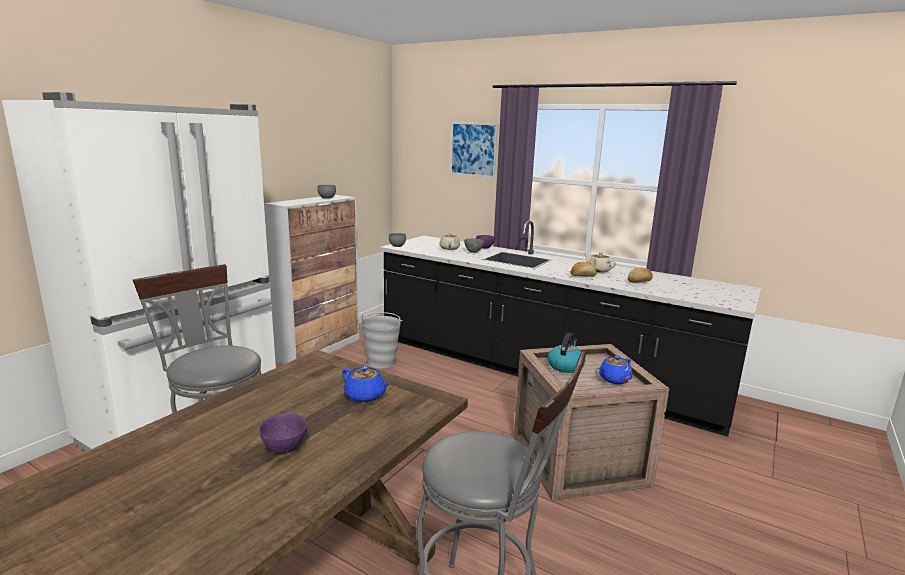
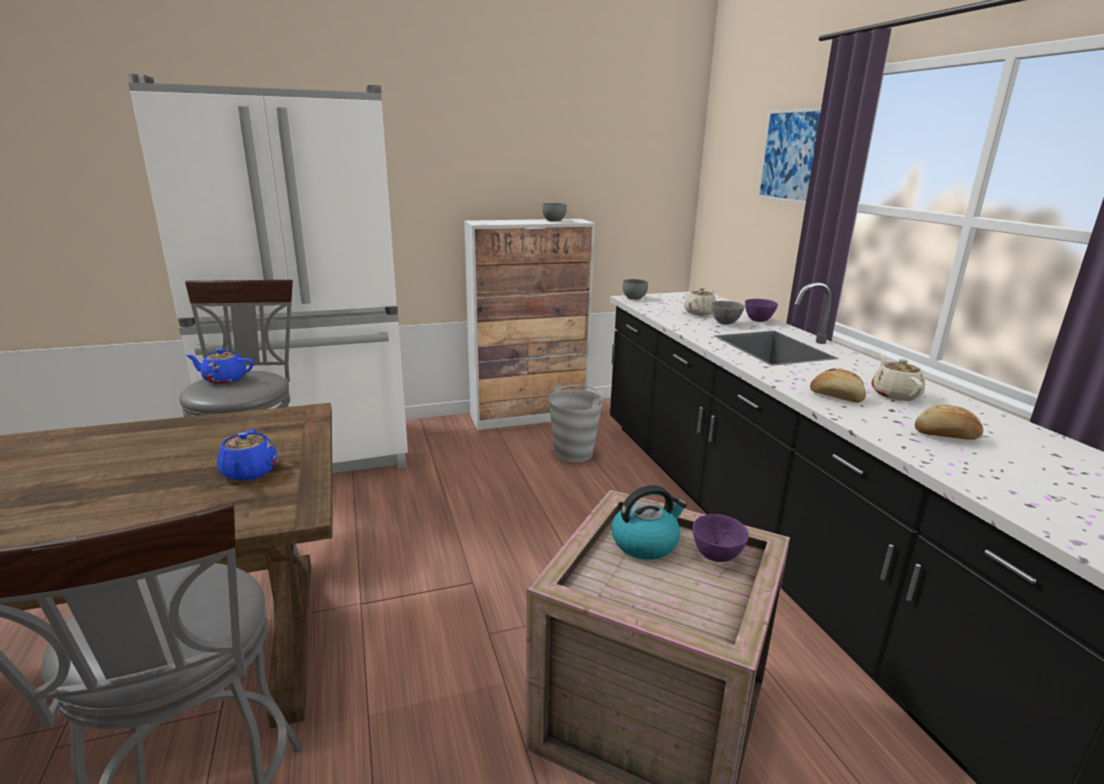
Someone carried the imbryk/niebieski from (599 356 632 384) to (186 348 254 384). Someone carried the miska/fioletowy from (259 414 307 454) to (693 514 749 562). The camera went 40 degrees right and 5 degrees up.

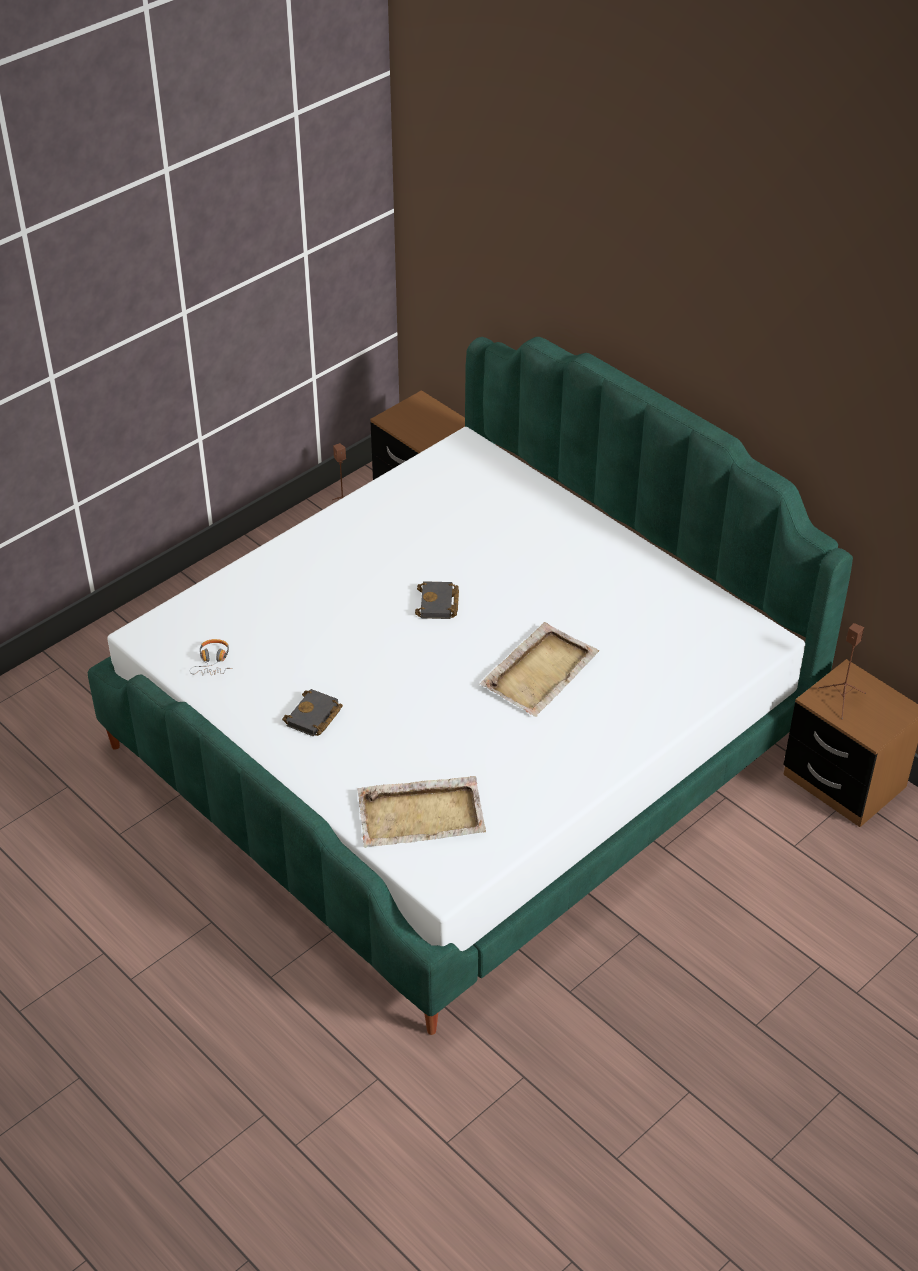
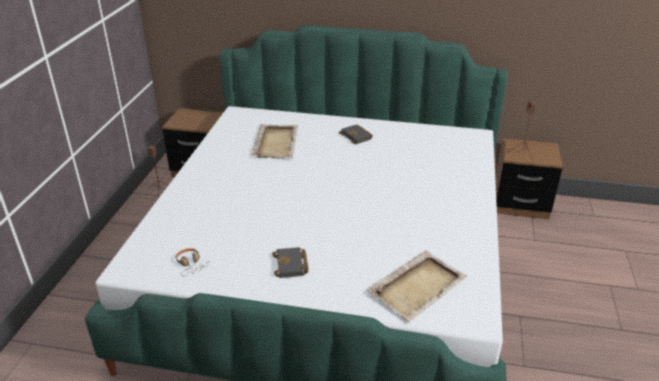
Someone carried the książka/czarny from (415 581 459 619) to (339 124 373 144). Someone carried the taca/beżowy from (480 622 599 717) to (251 124 298 159). The camera went 35 degrees left and 10 degrees down.

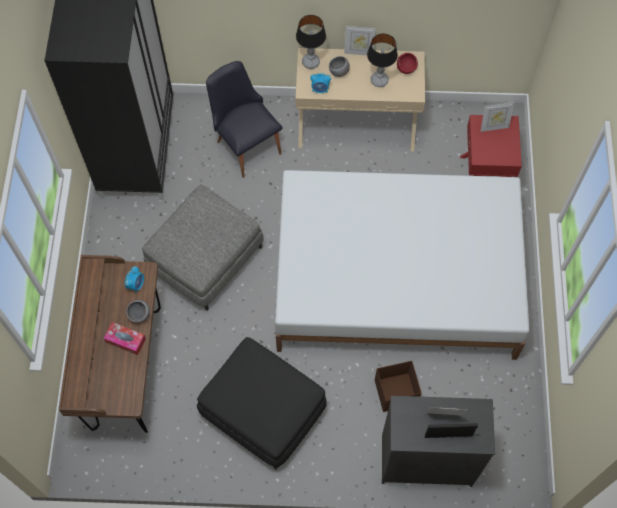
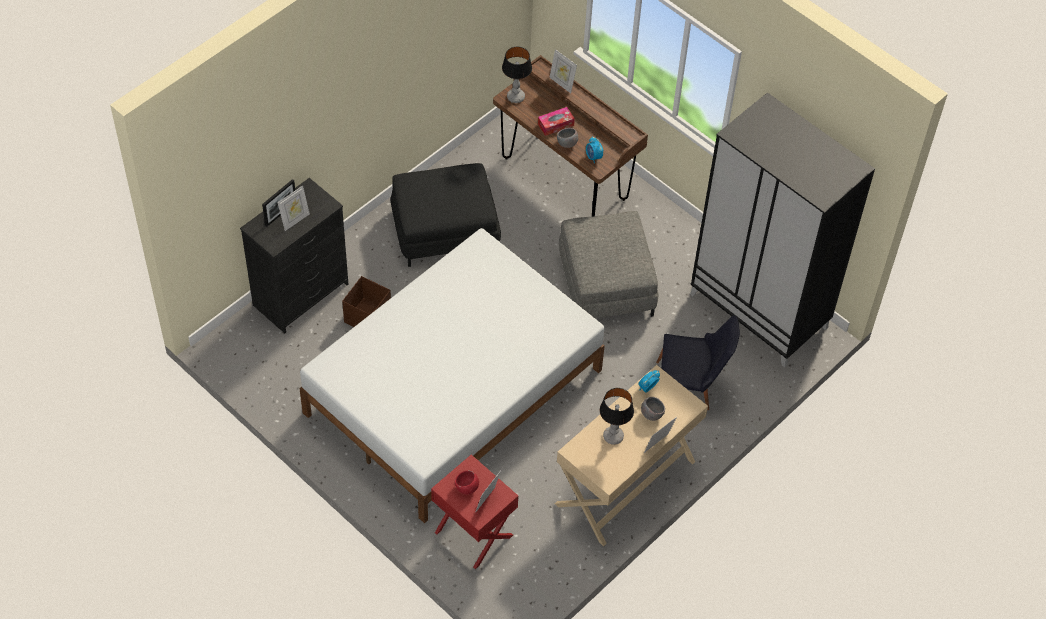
Someone carried the lampa stołowa from (296 15 326 69) to (502 46 532 103). Someone carried the miska/czerwony from (397 53 418 74) to (455 471 479 495). Someone put down the ramka na zdjęcie at (549 49 577 93). The camera went 130 degrees right and 10 degrees down.

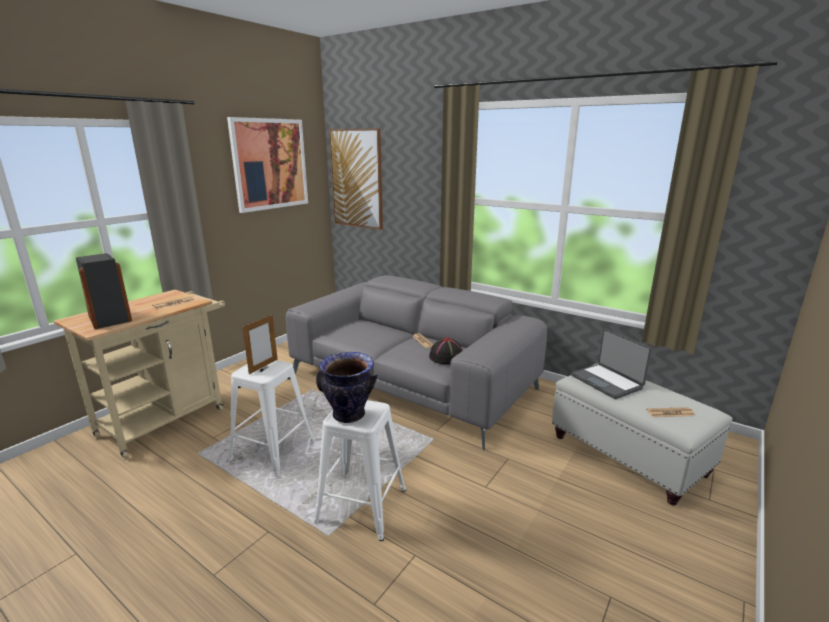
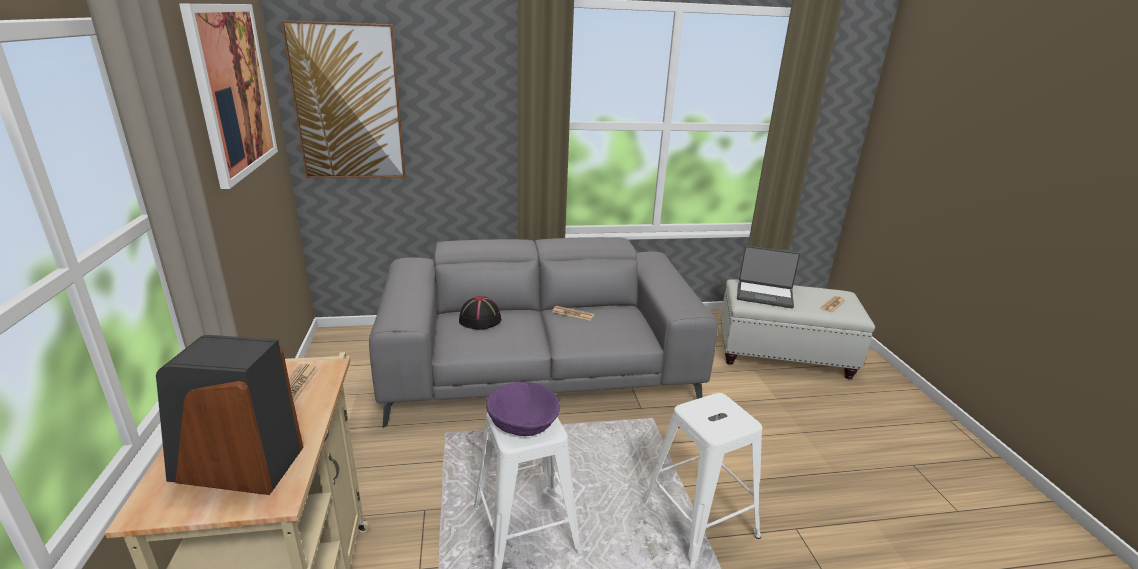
Someone swapped the ramka na zdjęcie at (243 315 278 374) for the miska/fioletowy at (486 382 560 436). Someone carried the kapelusz/czarny from (429 338 462 365) to (459 296 501 330). Someone took away the wazon at (316 352 378 423). The camera went 45 degrees left and 5 degrees up.

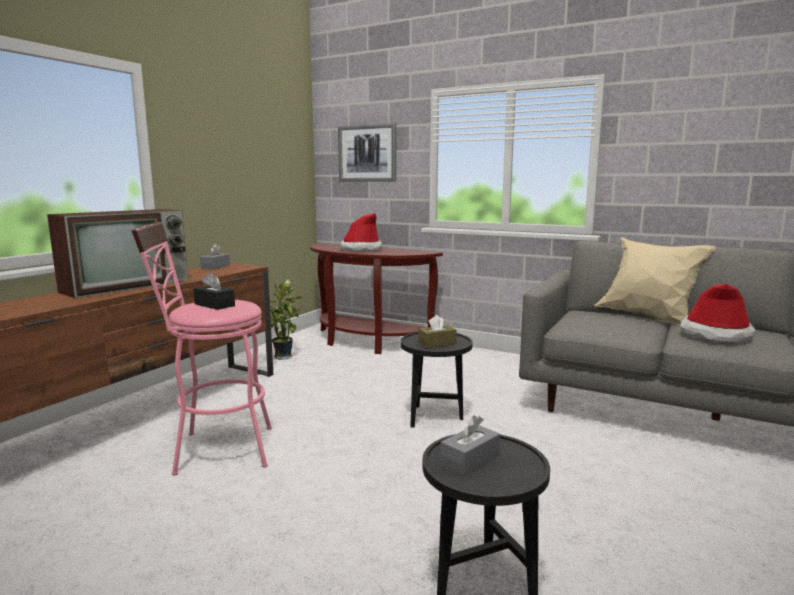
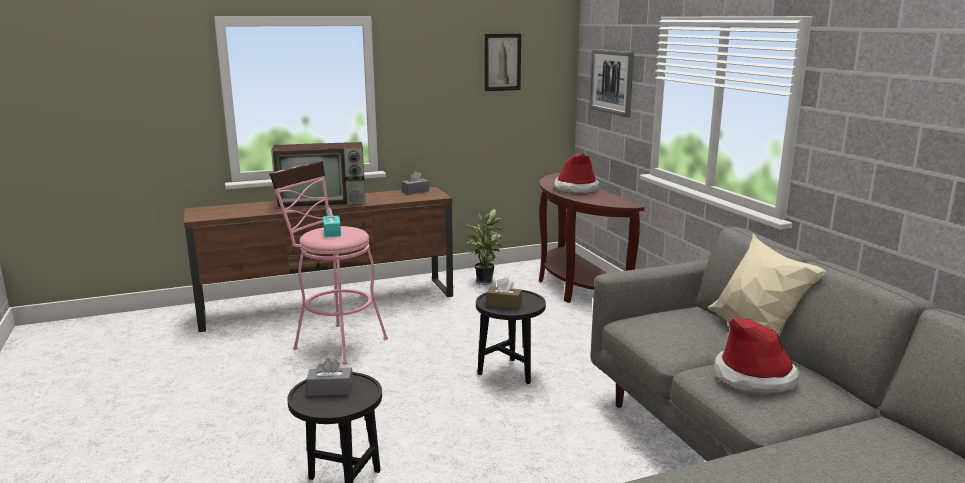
Someone repainted the pudełko chusteczek/czarny at (193 273 235 310), which became the pudełko chusteczek/turkusowy at (323 207 341 237). Someone put up the obraz at (485 34 521 91). The camera went 40 degrees right and 5 degrees up.

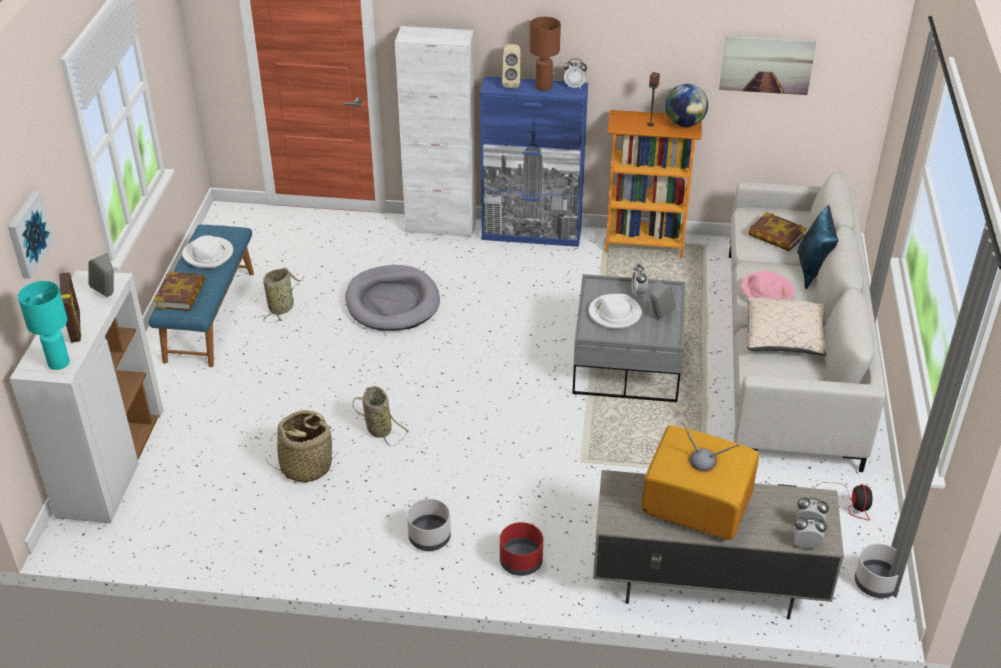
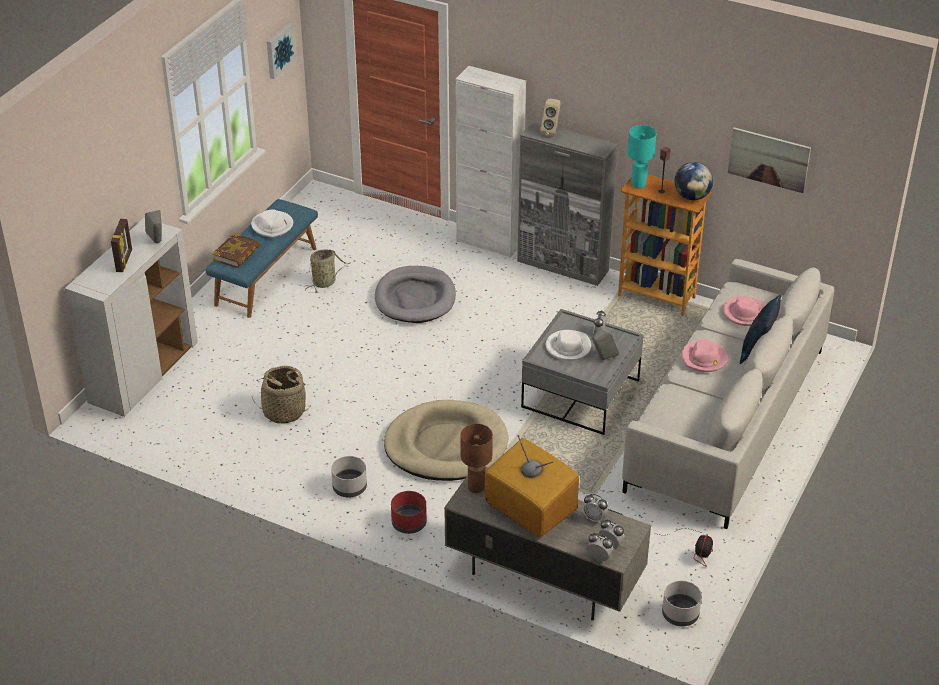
Someone carried the lampa stołowa/brązowy from (529 17 561 91) to (461 424 493 493). Someone carried the budzik from (564 58 587 89) to (583 494 608 523). Someone repainted the szafka/niebieski at (480 76 588 247), which became the szafka/szary at (517 121 617 286). Someone carried the obraz from (8 191 54 279) to (267 23 296 79). Someone swapped the książka at (748 212 807 251) for the kapelusz/różowy at (723 296 766 326). Someone carried the lampa stołowa/turkusowy from (18 281 70 370) to (628 125 656 189). Someone took away the poduszka/beżowy at (747 297 827 356). Someone took away the koszyk at (353 386 409 446). Someone put down the legowisko/beżowy at (384 400 509 481). The camera went 20 degrees right and 0 degrees up.

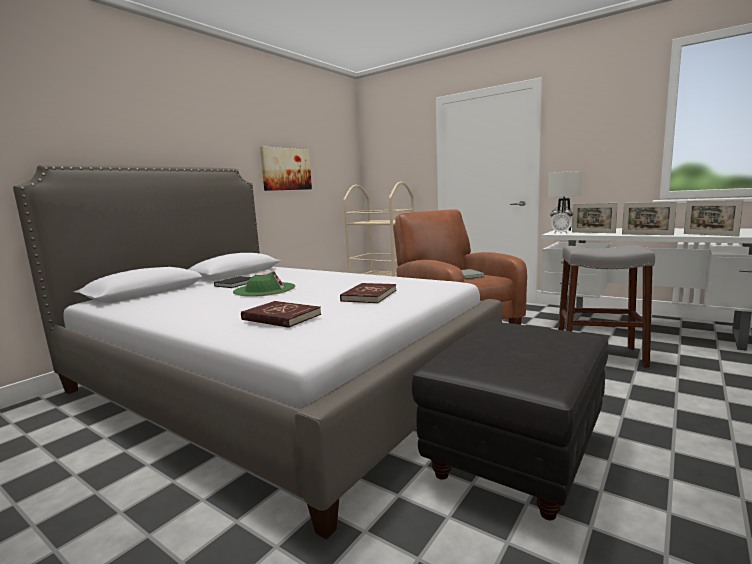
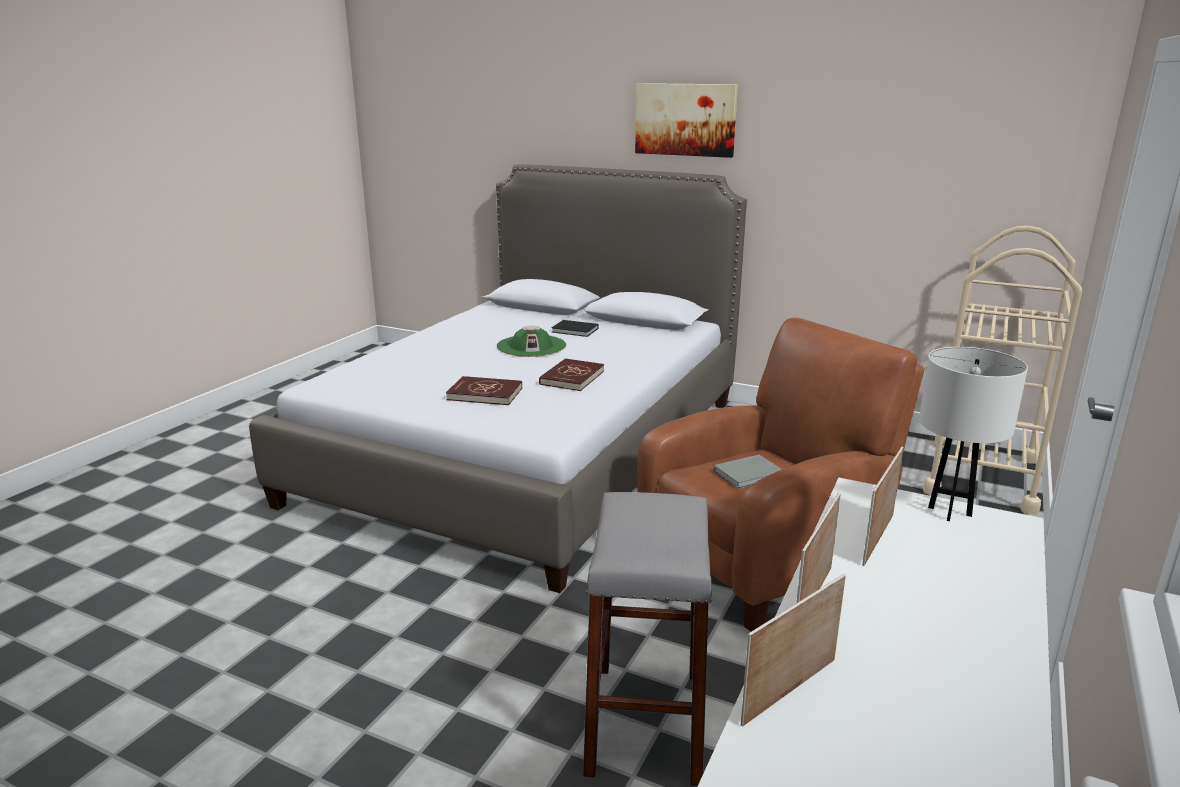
Someone carried the obraz from (260 146 312 191) to (635 83 738 158). Someone took away the budzik at (550 206 573 234). Someone carried the książka/czerwony from (241 301 321 328) to (539 358 604 391). Someone took away the pufa/czarny at (411 321 609 520). The camera went 80 degrees right and 10 degrees up.

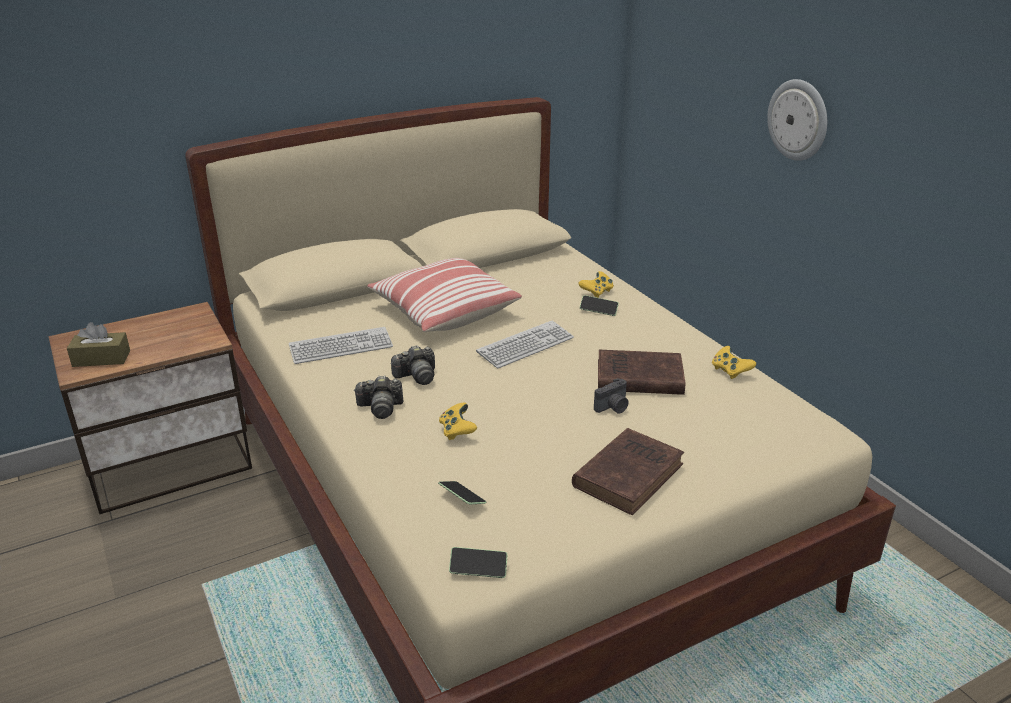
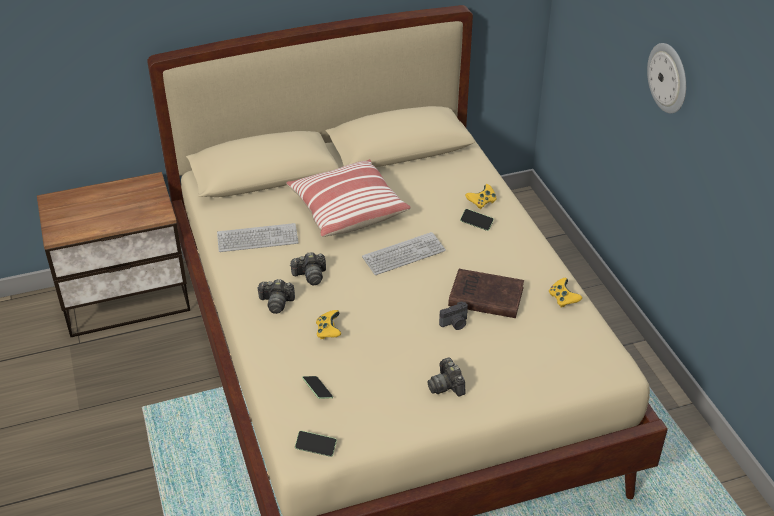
Someone took away the pudełko chusteczek/brązowy at (67 322 130 367). Someone swapped the książka/brązowy at (572 428 684 515) for the aparat fotograficzny at (428 358 465 396). The camera went 10 degrees right and 10 degrees up.

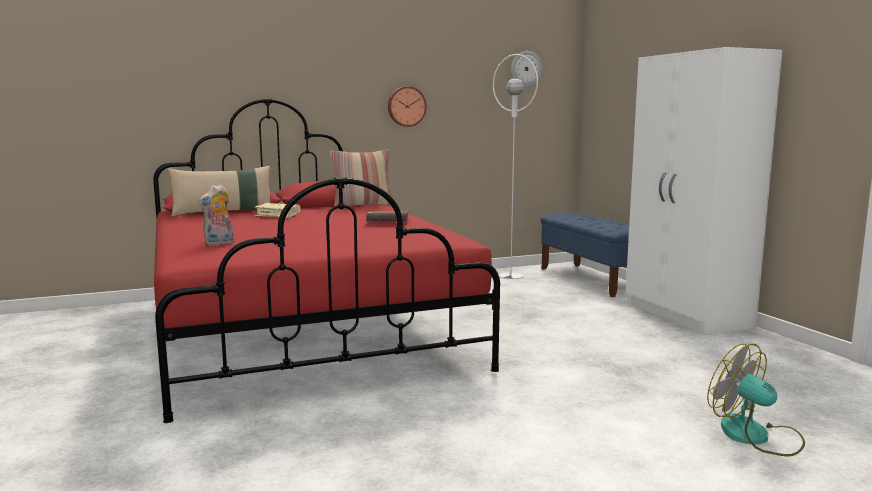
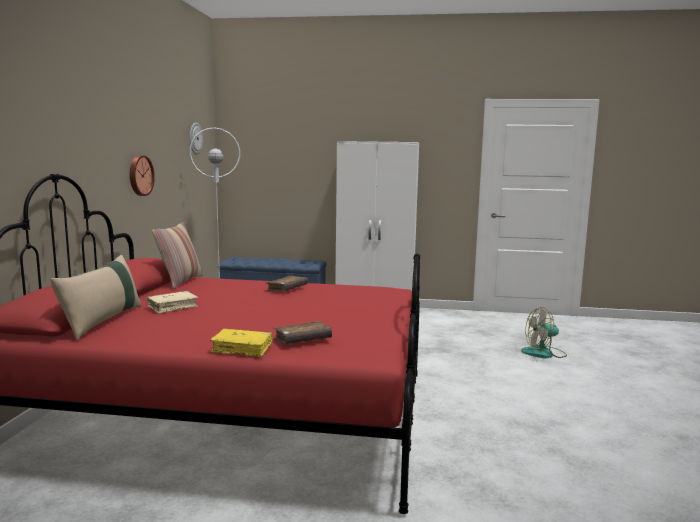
Someone swapped the pluszak at (198 184 234 246) for the książka/brązowy at (273 321 332 344). Someone put down the książka/żółty at (210 329 272 357). The camera went 60 degrees left and 0 degrees up.

